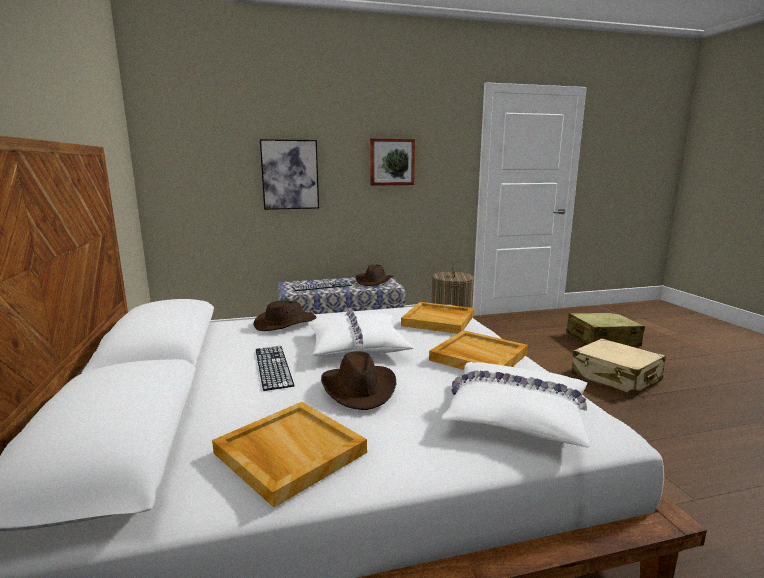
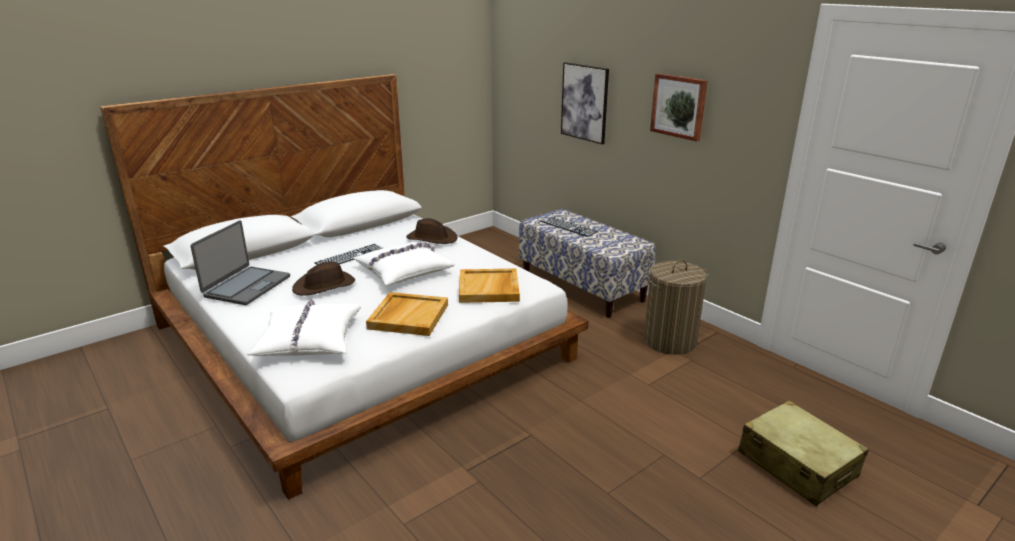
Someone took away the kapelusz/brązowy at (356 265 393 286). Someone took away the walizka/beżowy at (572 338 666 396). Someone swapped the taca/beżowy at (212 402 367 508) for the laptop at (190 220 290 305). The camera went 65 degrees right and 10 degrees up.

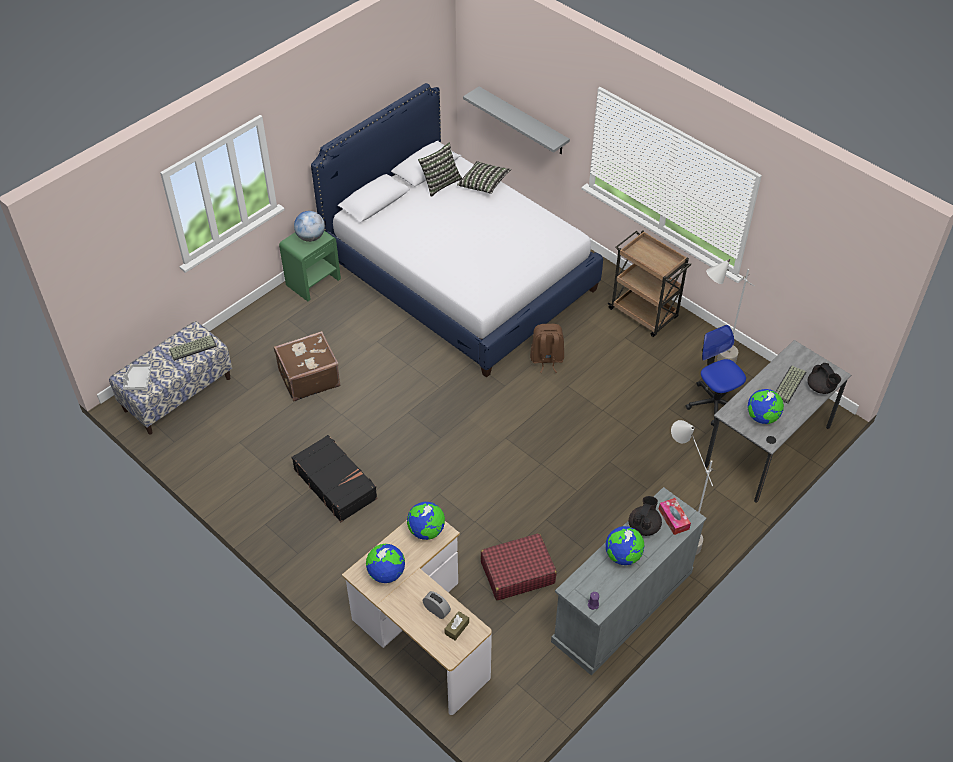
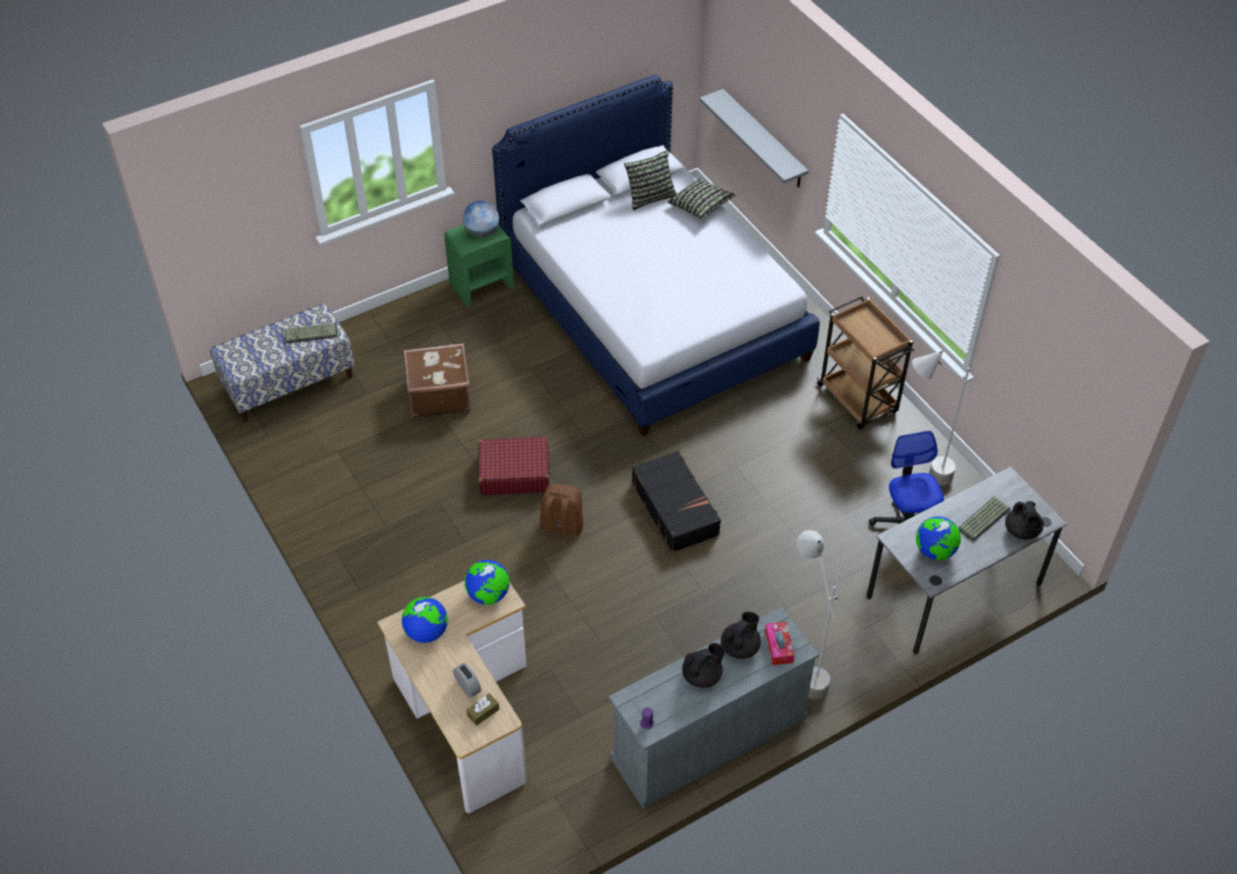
Someone carried the plecak/brązowy from (530 324 564 373) to (540 483 583 548). Someone took away the taca/szary at (122 364 152 390). Someone carried the walizka/czarny from (291 435 377 522) to (632 451 721 553). Someone swapped the globus at (605 526 644 565) for the imbryk/czarny at (682 643 725 688). Someone carried the walizka/czerwony from (481 533 557 601) to (478 437 549 495). The camera went 15 degrees right and 0 degrees up.

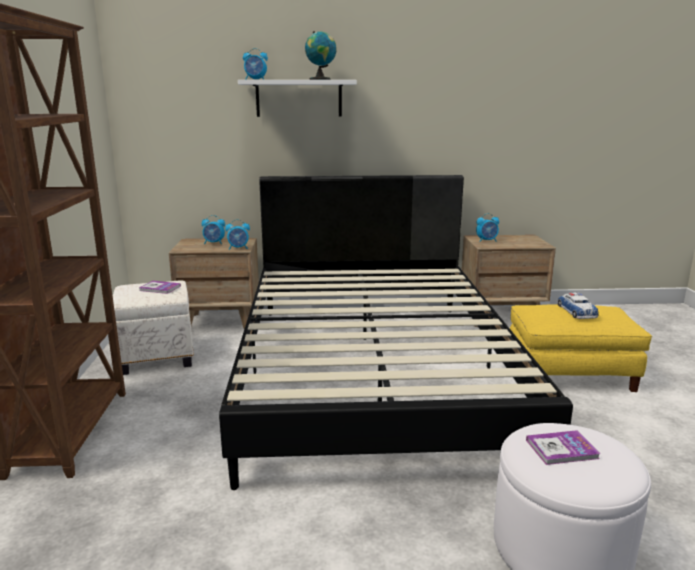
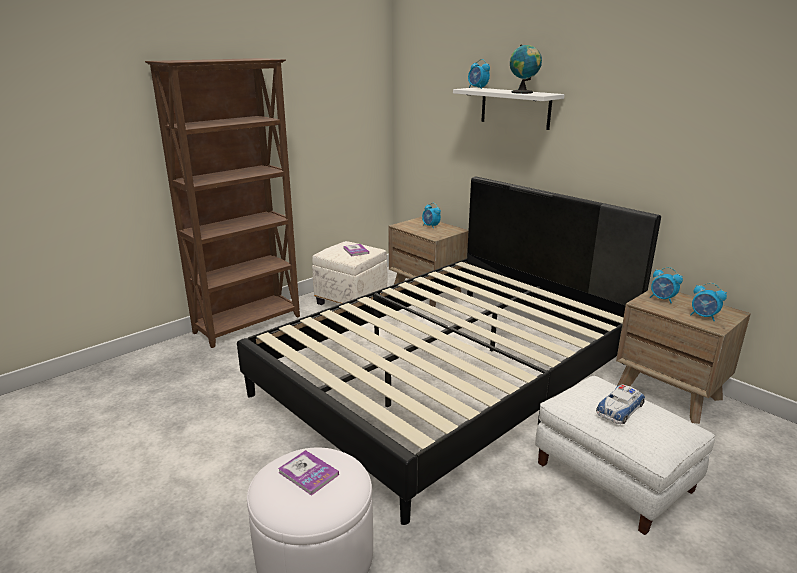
Someone carried the budzik from (225 219 250 250) to (690 283 727 321). Someone repainted the pufa/żółty at (510 304 652 392), which became the pufa/biały at (535 375 715 535). The camera went 50 degrees right and 5 degrees up.

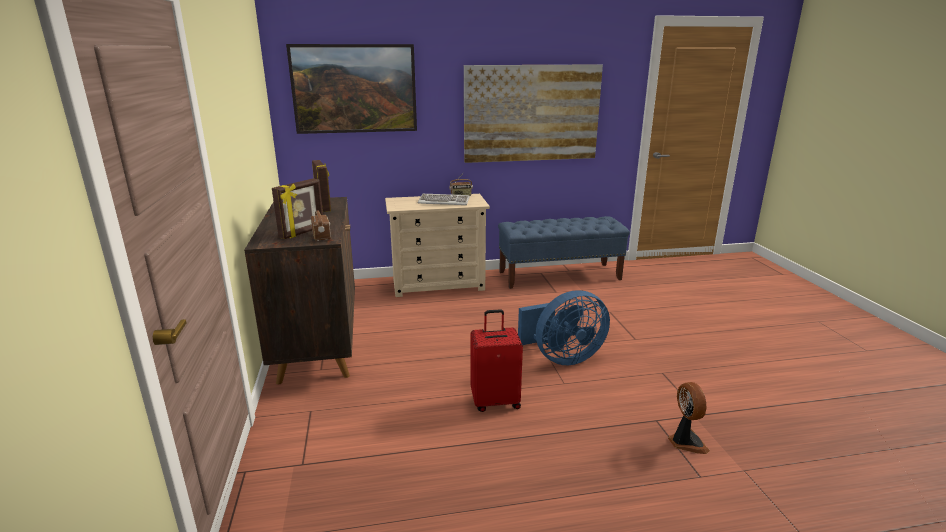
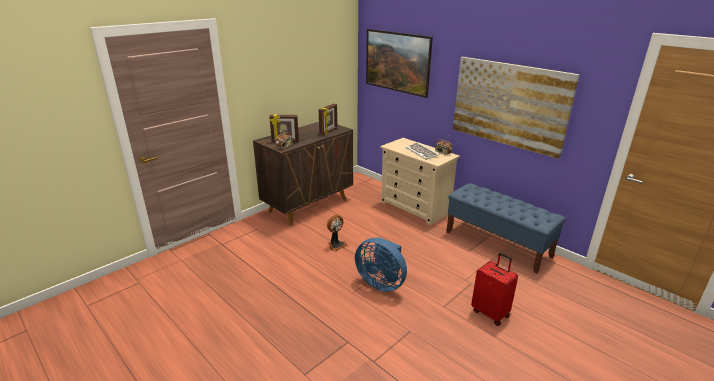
Someone carried the walizka/czerwony from (470 309 523 412) to (471 253 518 326). Someone carried the wentylator from (668 382 710 454) to (327 215 347 252). The camera went 55 degrees right and 5 degrees up.

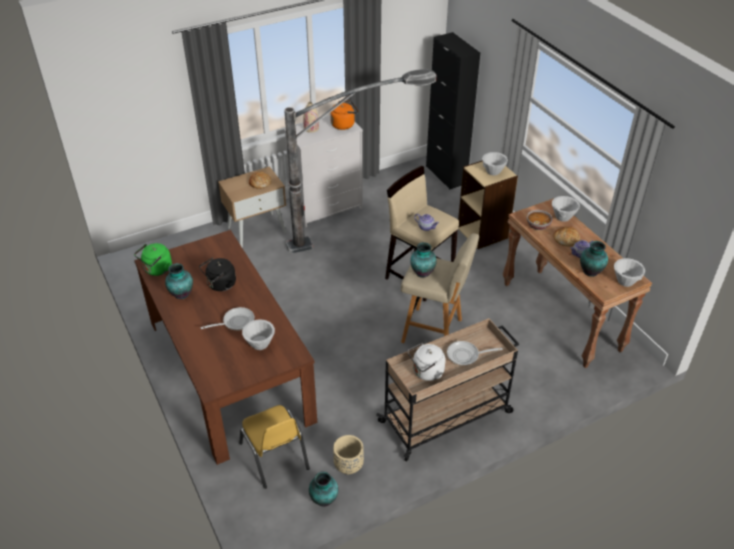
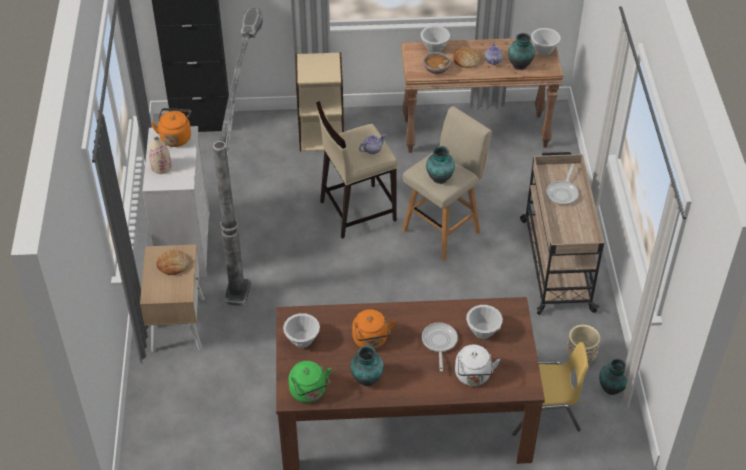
Someone carried the miska/biały from (482 152 508 176) to (283 313 320 348). Someone repainted the czajnik/czarny at (199 258 236 291), which became the czajnik/pomarańczowy at (352 309 395 349). Someone carried the czajnik/biały from (408 343 445 381) to (455 344 500 386). The camera went 65 degrees left and 5 degrees up.

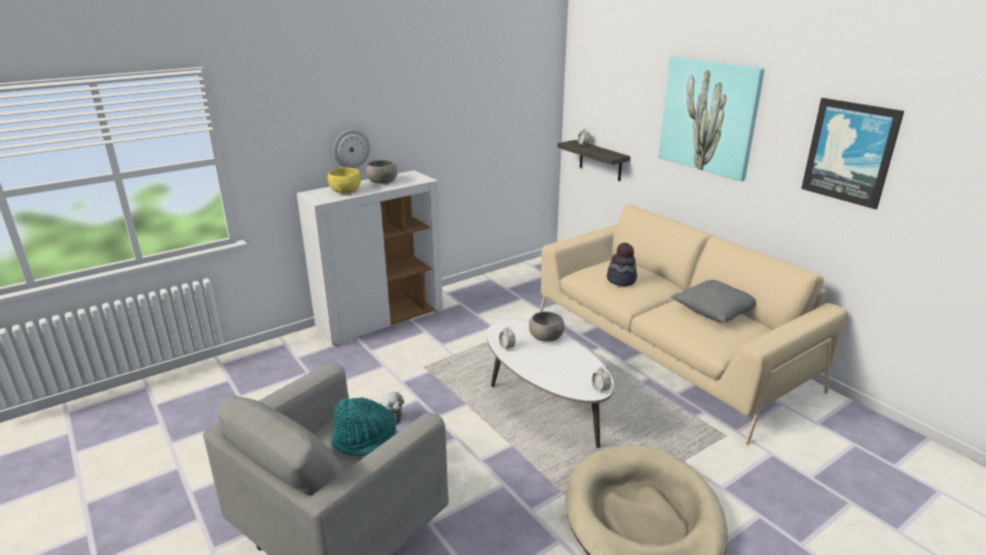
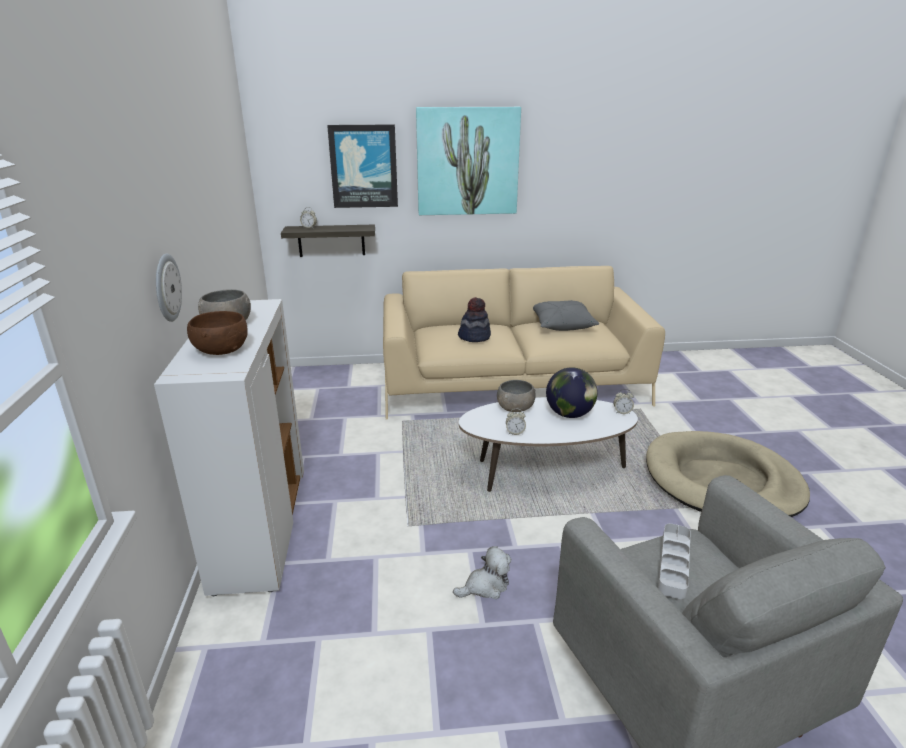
Someone carried the obraz from (801 98 904 209) to (327 124 398 208). Someone repainted the miska/żółty at (327 168 361 194), which became the miska/brązowy at (187 311 248 355). Someone swapped the kapelusz/turkusowy at (331 397 396 456) for the taca/szary at (658 523 691 599). Someone put down the globus at (546 367 598 418). The camera went 60 degrees left and 0 degrees up.

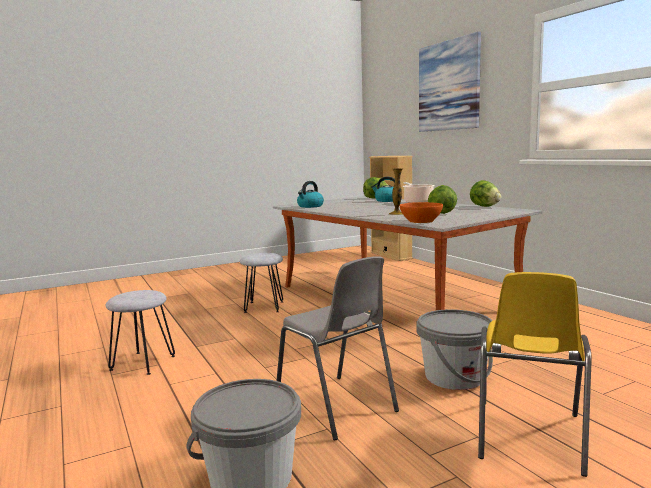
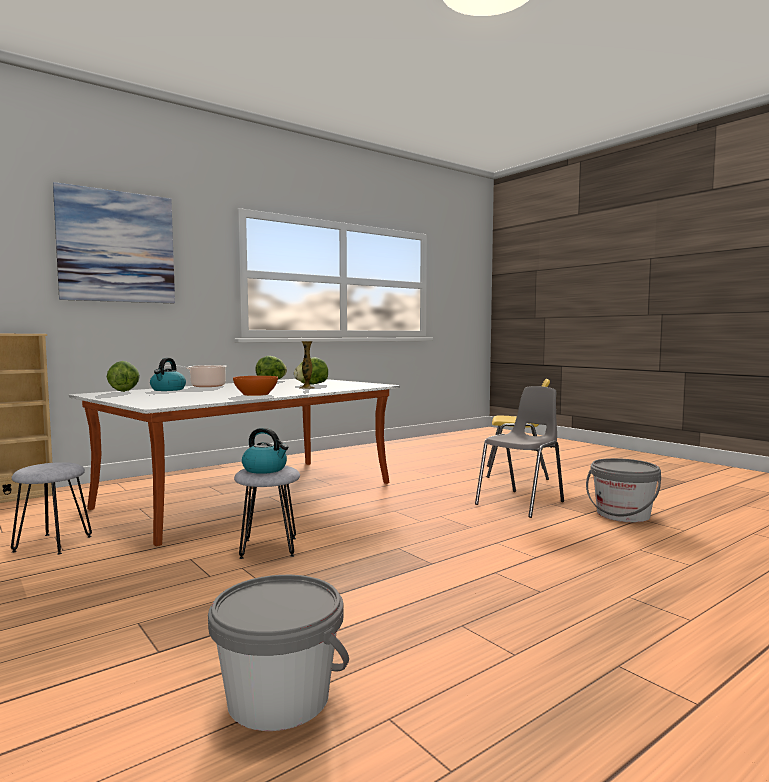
Someone carried the czajnik from (297 181 324 208) to (242 428 288 474). Someone carried the miska/pomarańczowy from (400 202 443 223) to (233 376 278 396). Someone carried the stołek/szary from (106 290 175 375) to (11 462 92 555). Someone carried the wiadro/szary from (416 309 493 390) to (208 575 349 731). The camera went 100 degrees left and 5 degrees down.

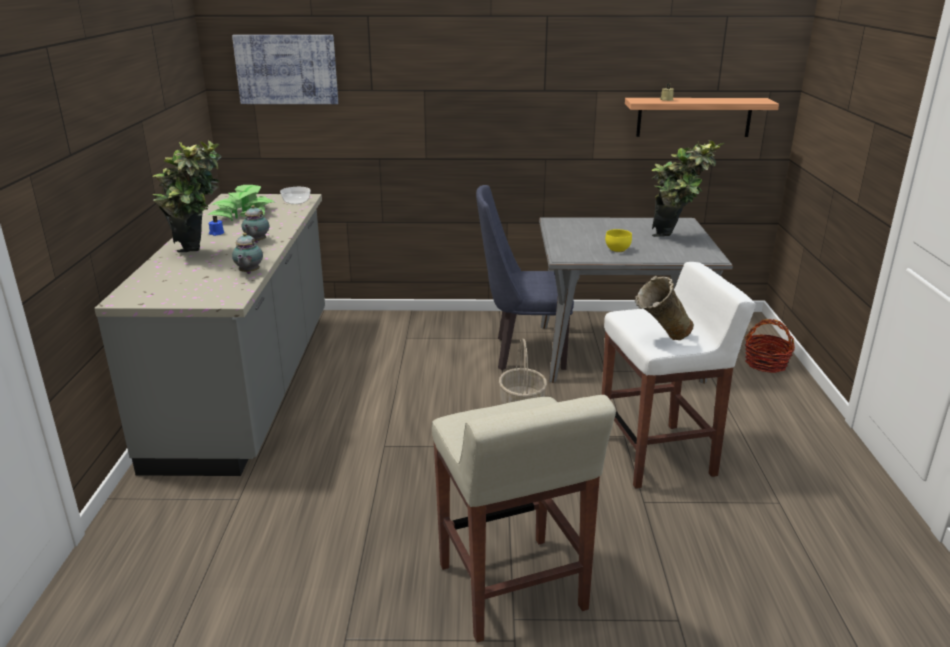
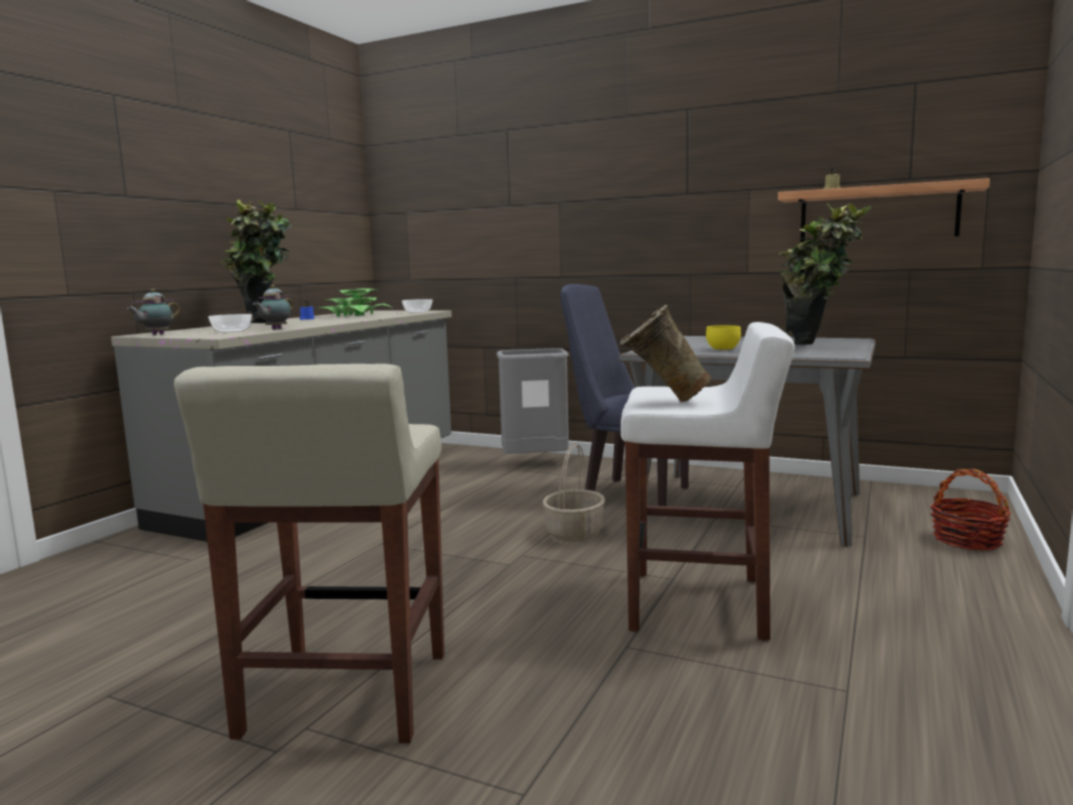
Someone took away the obraz at (232 35 338 104). Someone carried the imbryk from (242 205 269 243) to (127 289 180 335). Someone put down the miska at (208 314 252 332). Someone put down the kosz na śmieci/szary at (496 348 569 454). The camera went 25 degrees right and 15 degrees down.

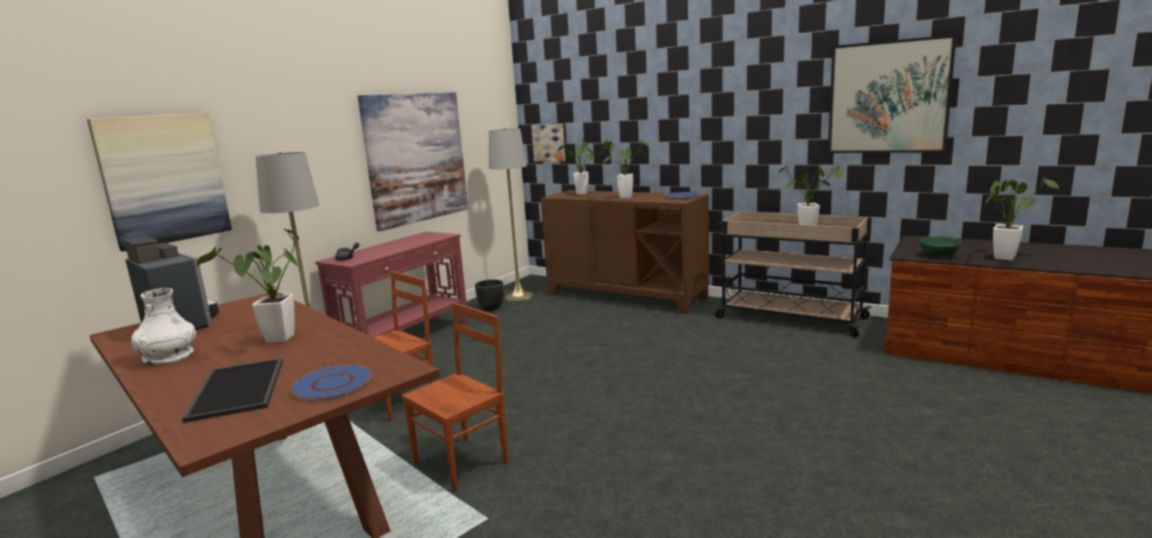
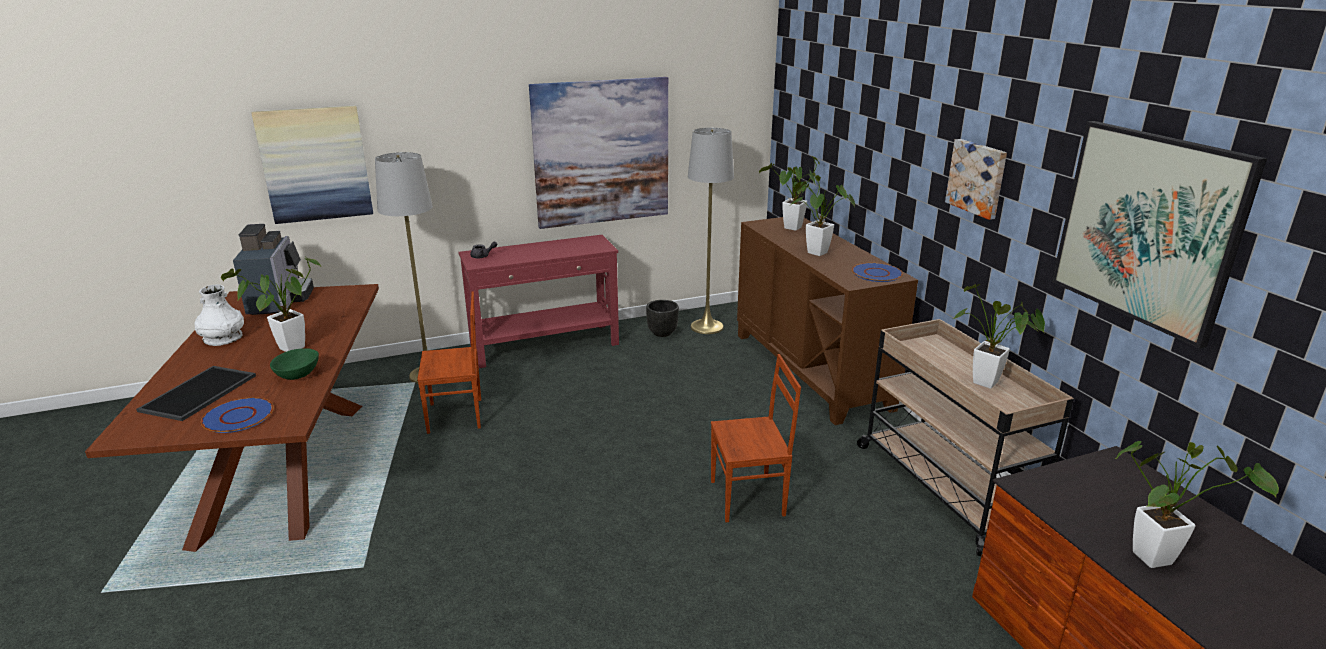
Someone carried the obraz from (531 124 565 162) to (945 139 1007 220). Someone carried the miska/zielony from (920 236 961 257) to (270 348 319 380). Someone carried the krzesło/brązowy from (402 303 508 492) to (711 354 801 522). The camera went 35 degrees right and 10 degrees up.

